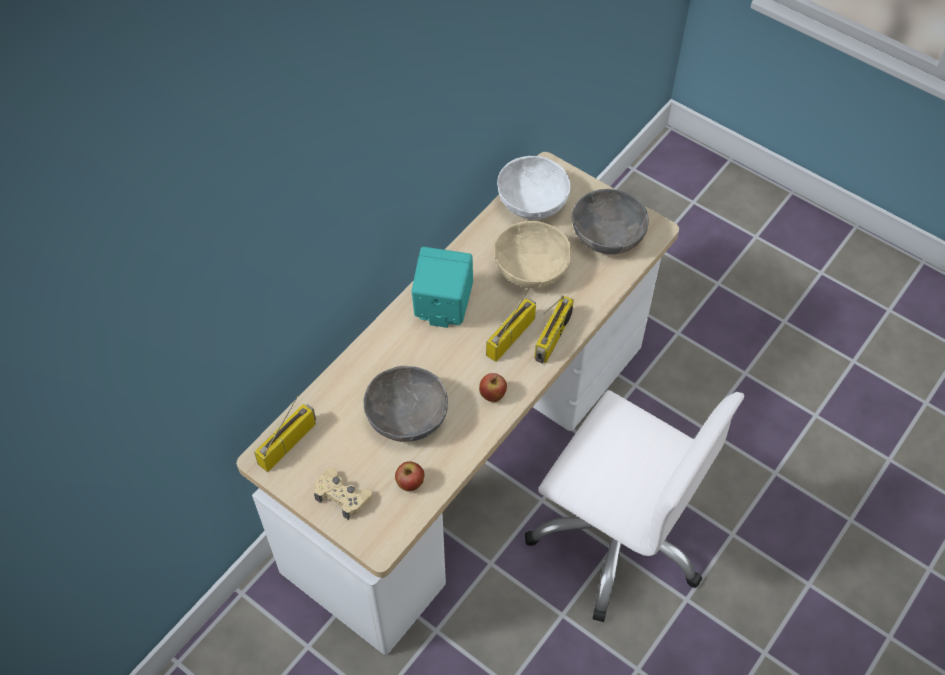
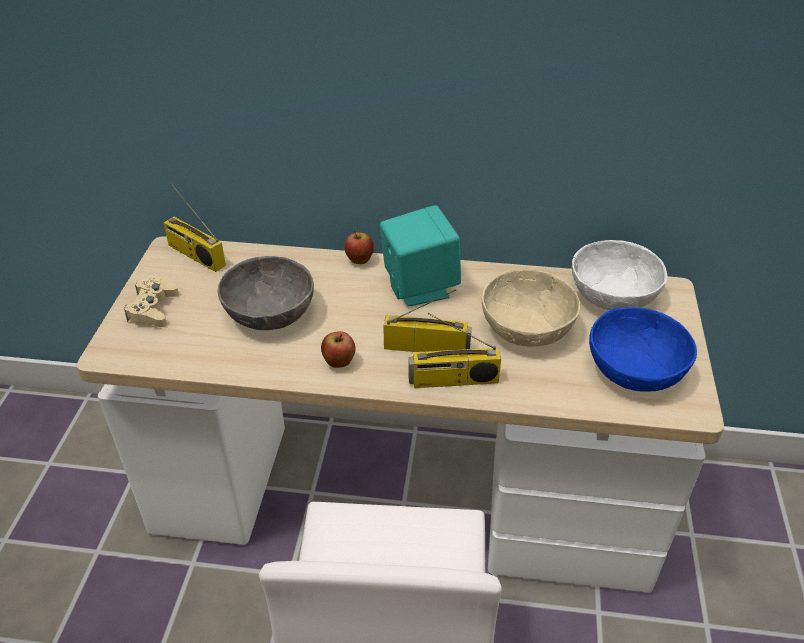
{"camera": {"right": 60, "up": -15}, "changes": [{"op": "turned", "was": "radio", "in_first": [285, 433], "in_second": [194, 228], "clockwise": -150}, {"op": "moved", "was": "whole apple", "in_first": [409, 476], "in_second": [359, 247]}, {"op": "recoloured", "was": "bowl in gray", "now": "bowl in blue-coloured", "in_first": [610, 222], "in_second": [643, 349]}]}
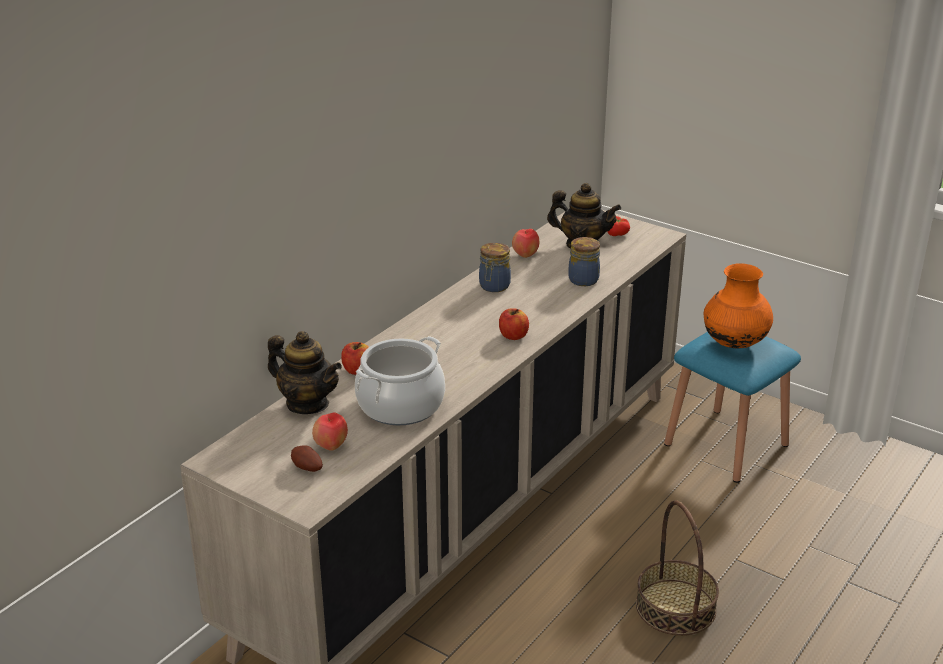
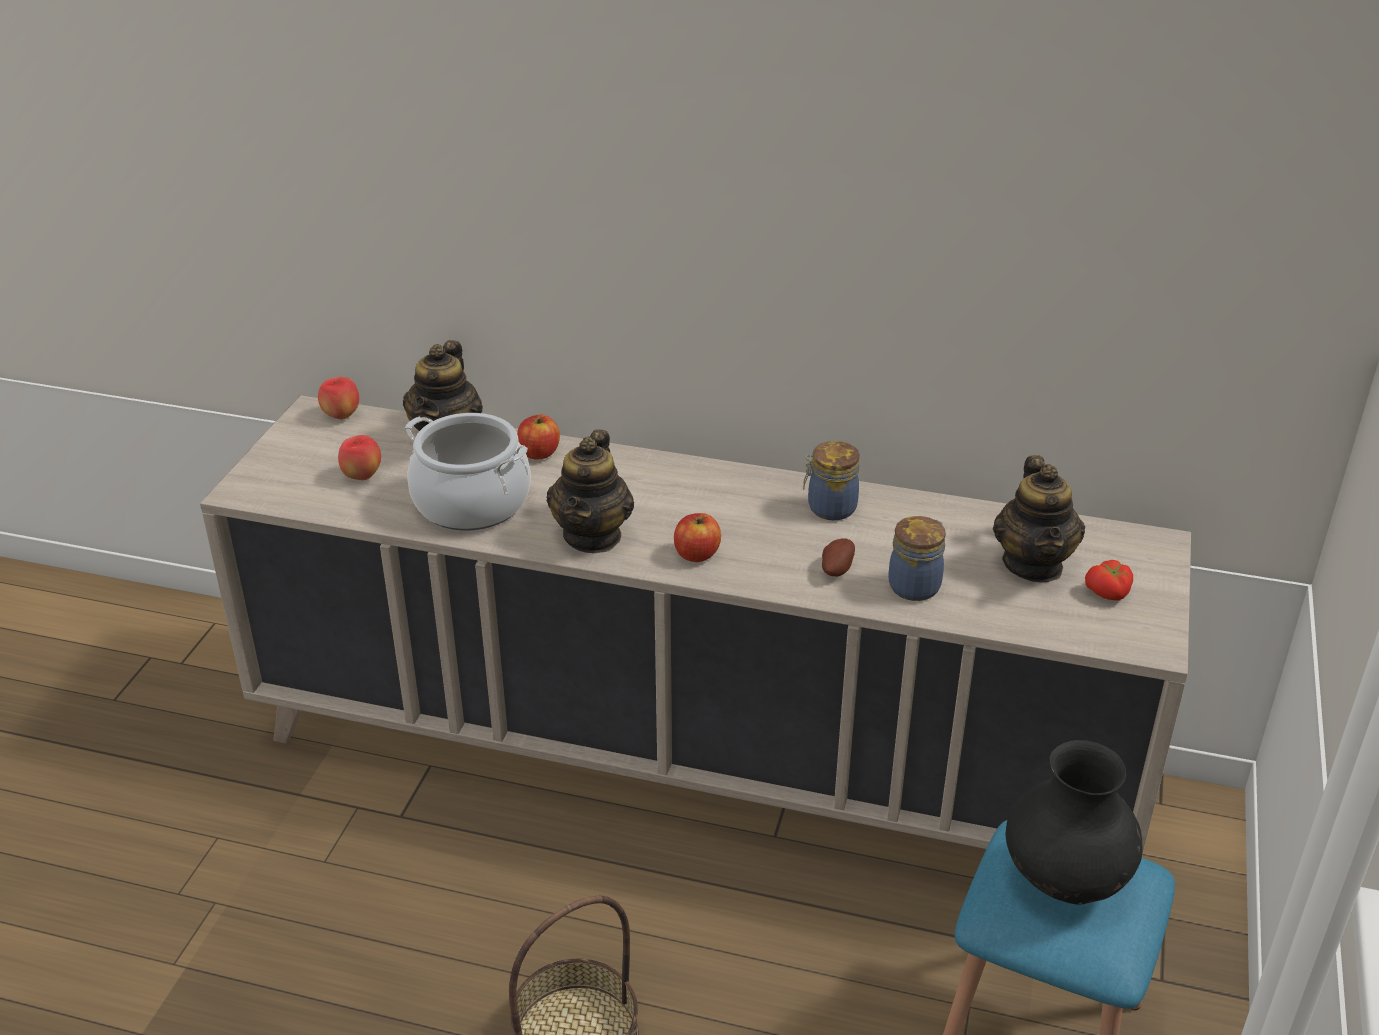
{"camera": {"right": 70, "up": 5}, "changes": [{"op": "moved", "was": "spud", "in_first": [307, 458], "in_second": [838, 557]}, {"op": "moved", "was": "whole apple", "in_first": [525, 243], "in_second": [338, 398]}, {"op": "recoloured", "was": "decorative vase in orangey", "now": "decorative vase in black", "in_first": [738, 305], "in_second": [1074, 822]}, {"op": "added", "now": "pot for tea", "in_second": [590, 491]}]}
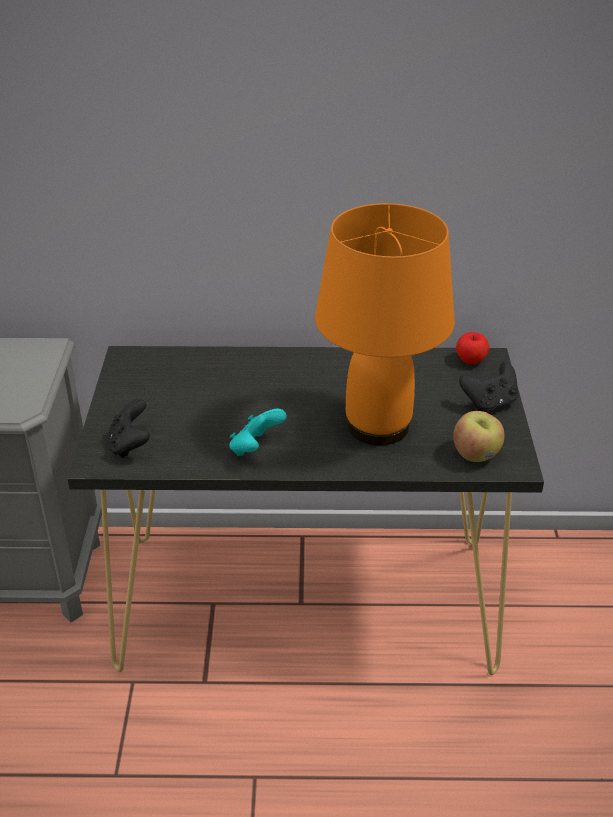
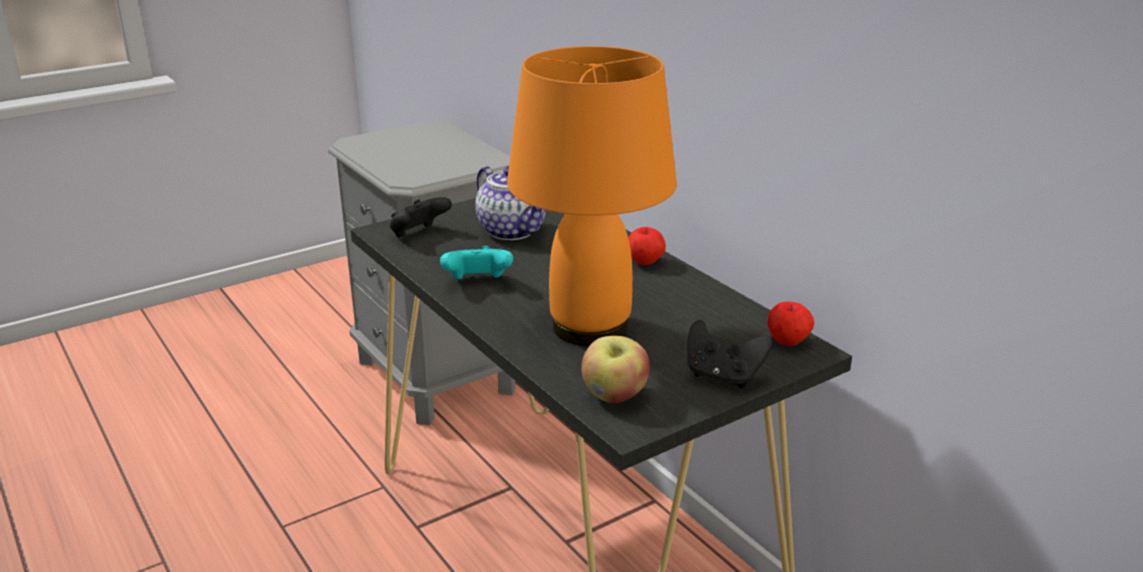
{"camera": {"right": 55, "up": -10}, "changes": [{"op": "added", "now": "pot for tea", "in_second": [511, 203]}, {"op": "added", "now": "whole apple", "in_second": [647, 246]}]}
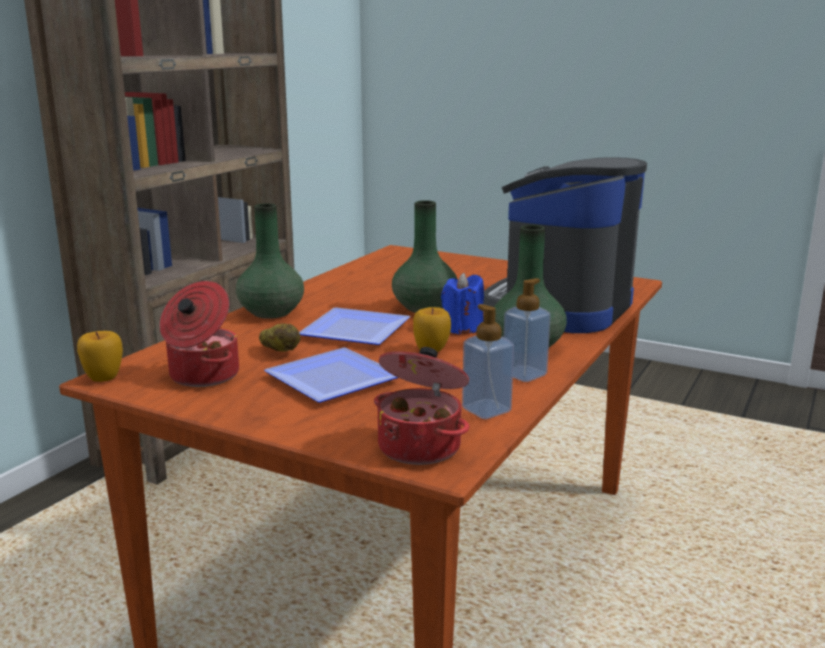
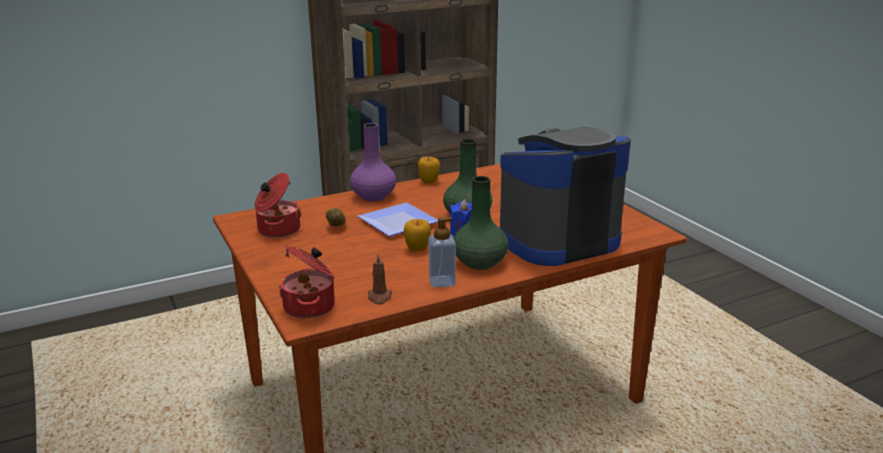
{"camera": {"right": 35, "up": 5}, "changes": [{"op": "moved", "was": "whole apple", "in_first": [100, 356], "in_second": [429, 170]}, {"op": "recoloured", "was": "decorative vase in greenish", "now": "decorative vase in purple", "in_first": [270, 261], "in_second": [373, 162]}, {"op": "removed", "was": "plate", "in_first": [331, 375]}, {"op": "replaced", "was": "liquid soap bottle", "now": "wax candle in brownish", "in_first": [488, 361], "in_second": [380, 279]}]}
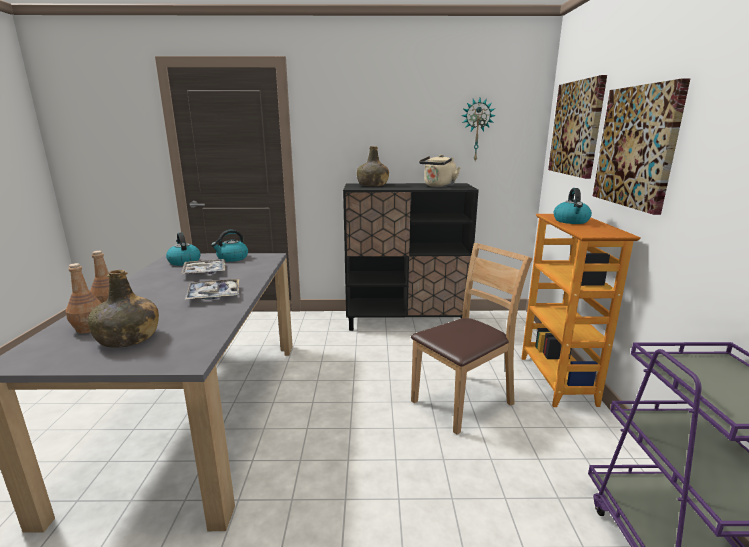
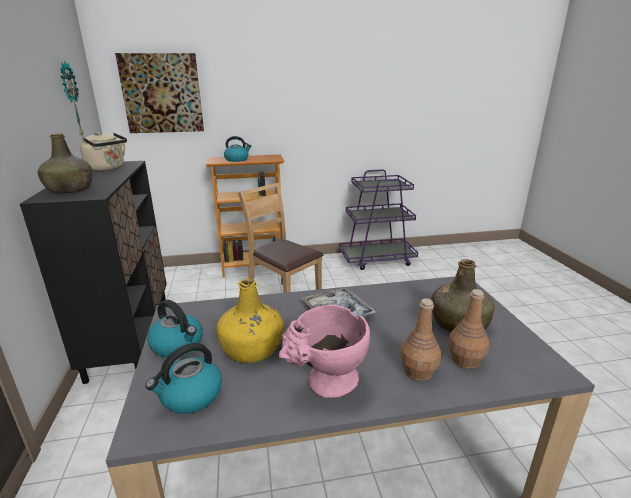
{"camera": {"right": -100, "up": 5}, "changes": [{"op": "replaced", "was": "carrying tray", "now": "bottle in yellowish", "in_first": [203, 267], "in_second": [250, 320]}, {"op": "removed", "was": "wall art", "in_first": [642, 146]}, {"op": "added", "now": "decorative vase in pink", "in_second": [324, 351]}]}
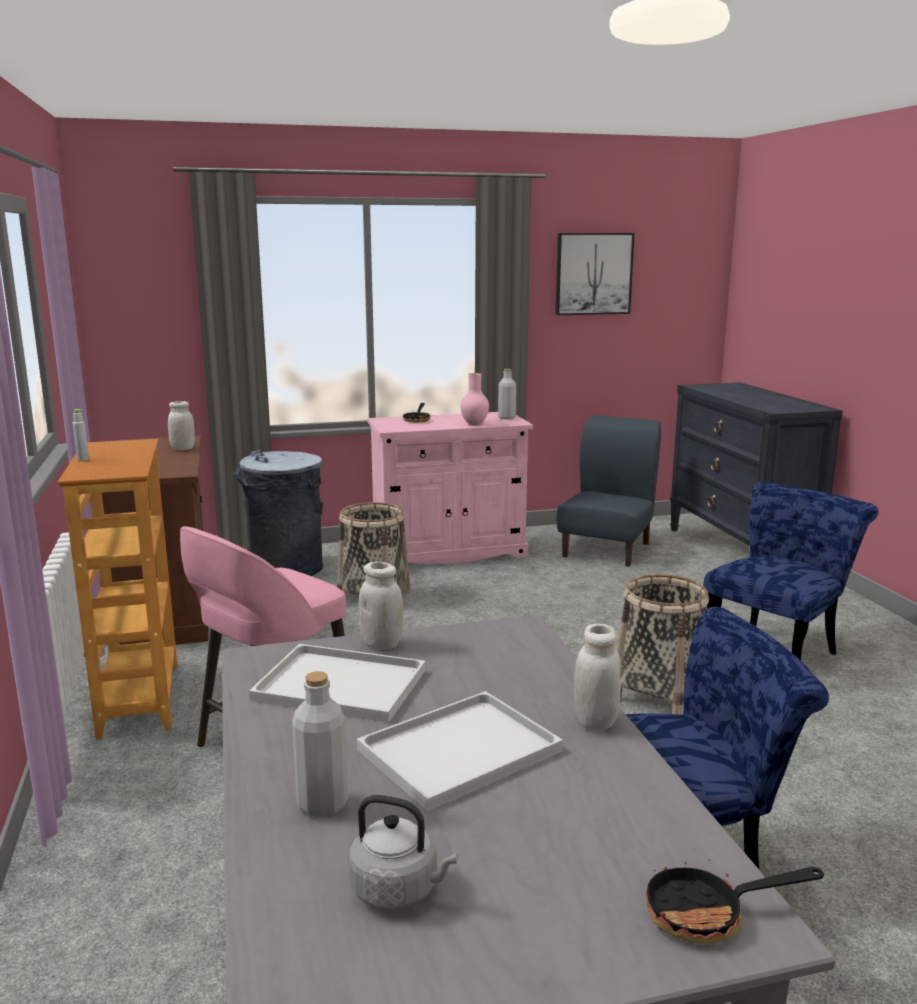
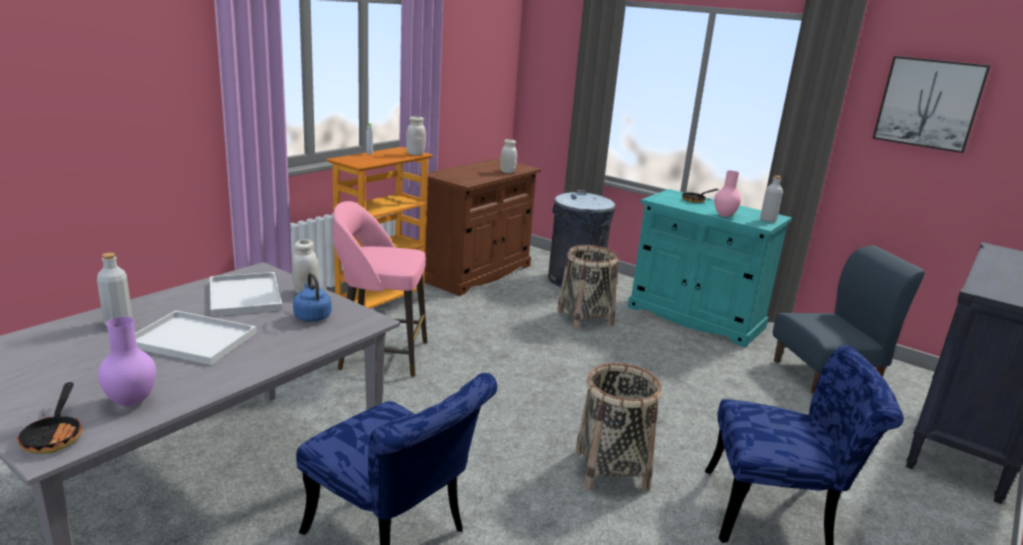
{"camera": {"right": 50, "up": 5}, "changes": [{"op": "removed", "was": "water kettle in gray", "in_first": [403, 852]}, {"op": "recoloured", "was": "cabinet in pink", "now": "cabinet in turquoise-coloured", "in_first": [450, 488], "in_second": [710, 268]}, {"op": "moved", "was": "jar in white", "in_first": [597, 677], "in_second": [416, 136]}, {"op": "turned", "was": "frying pan", "in_first": [735, 896], "in_second": [49, 417], "clockwise": -150}, {"op": "added", "now": "decorative vase in purple", "in_second": [127, 361]}, {"op": "added", "now": "water kettle in blue-coloured", "in_second": [312, 297]}]}
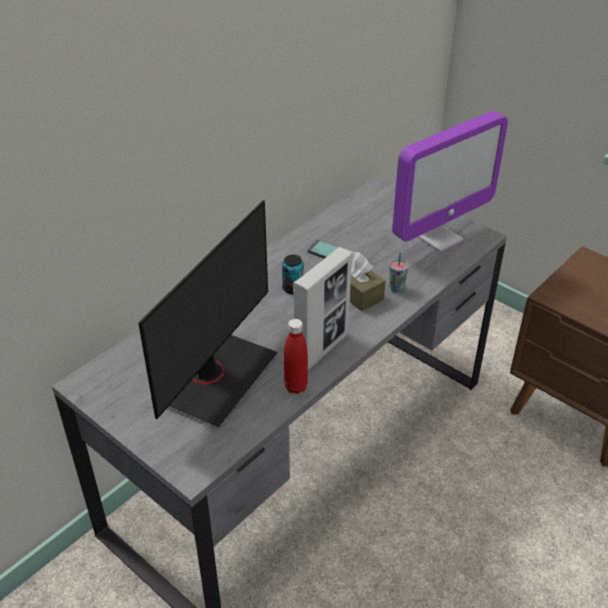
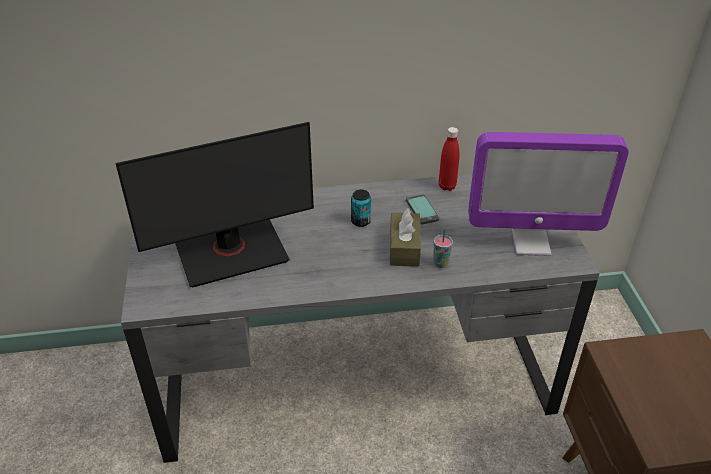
{"camera": {"right": 40, "up": 0}, "changes": [{"op": "moved", "was": "bottle in reddish", "in_first": [296, 356], "in_second": [449, 159]}, {"op": "removed", "was": "picture frame", "in_first": [322, 308]}]}
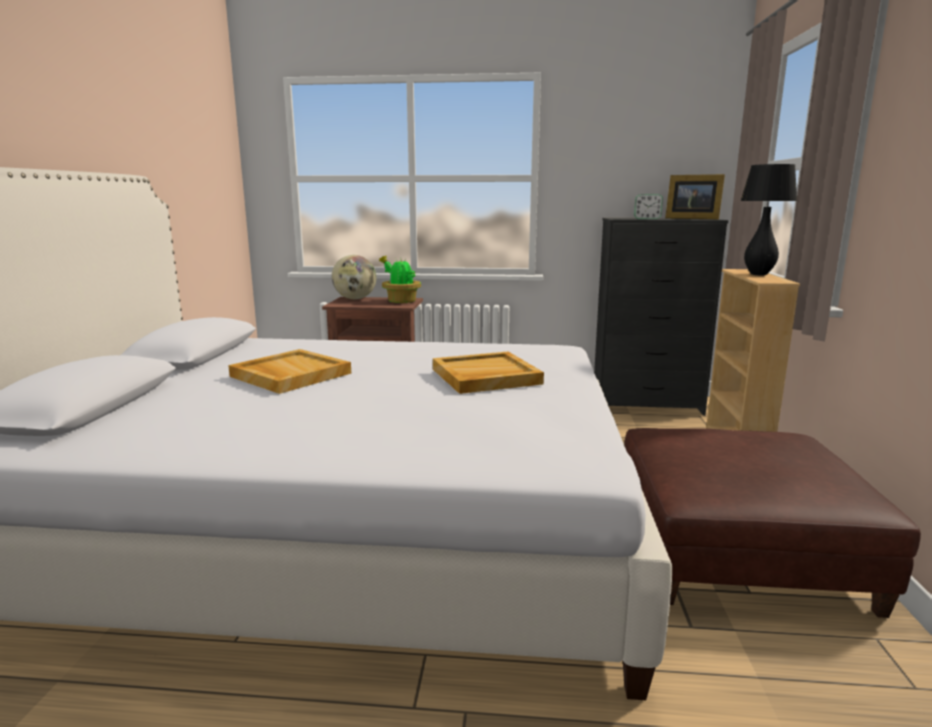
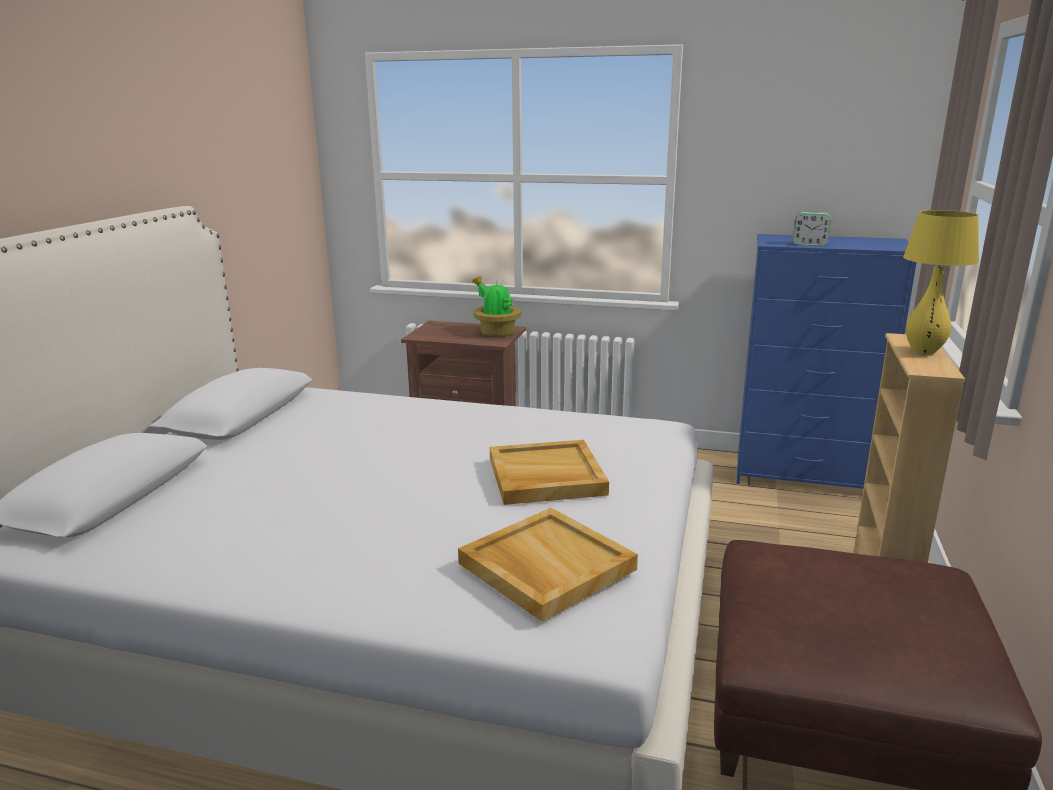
{"camera": {"right": 10, "up": 5}, "changes": [{"op": "moved", "was": "carrying tray in beige", "in_first": [289, 371], "in_second": [548, 565]}, {"op": "removed", "was": "globe", "in_first": [354, 277]}, {"op": "recoloured", "was": "dresser in black", "now": "dresser in blue-coloured", "in_first": [661, 317], "in_second": [827, 361]}, {"op": "removed", "was": "picture frame", "in_first": [695, 196]}, {"op": "recoloured", "was": "tabletop lamp in black", "now": "tabletop lamp in yellowish", "in_first": [768, 219], "in_second": [941, 282]}]}
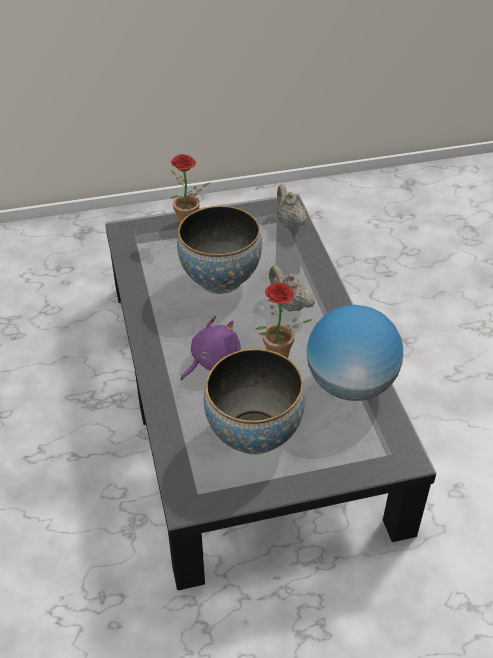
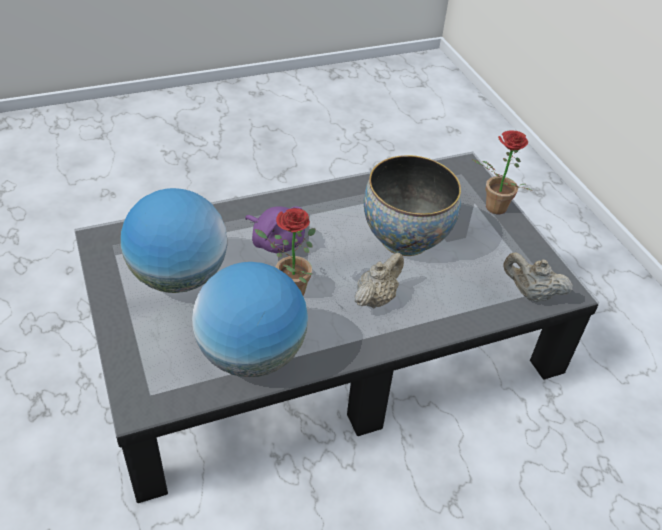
{"camera": {"right": 80, "up": 0}, "changes": [{"op": "replaced", "was": "bowl", "now": "globe", "in_first": [254, 402], "in_second": [174, 240]}, {"op": "turned", "was": "pot for tea in beige", "in_first": [291, 206], "in_second": [538, 277], "clockwise": -120}]}
